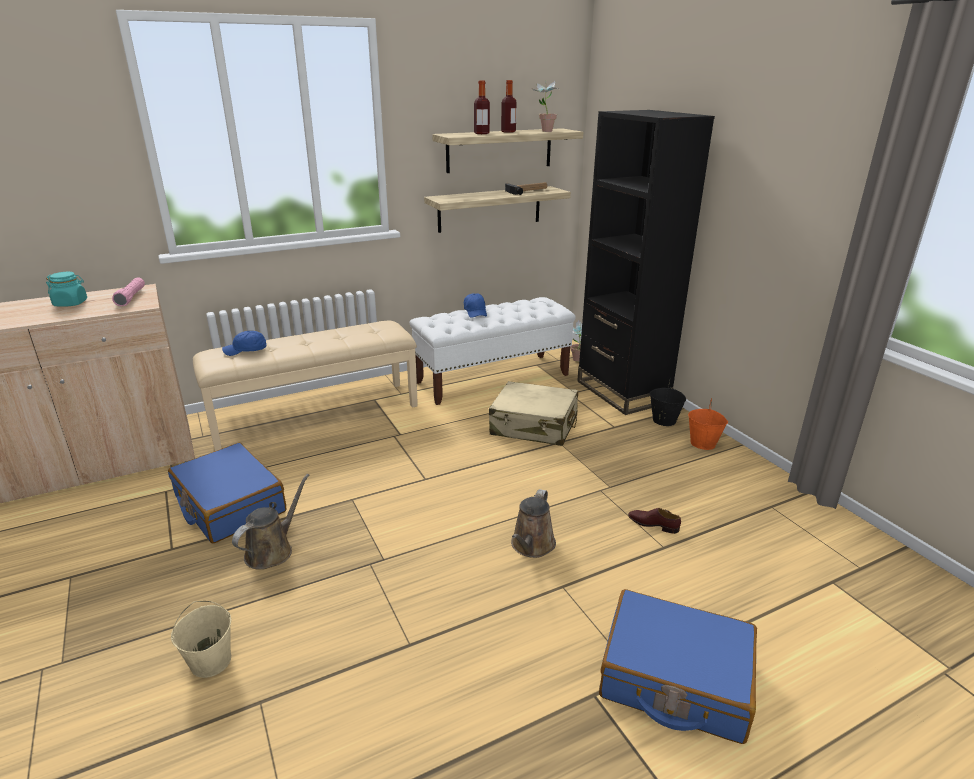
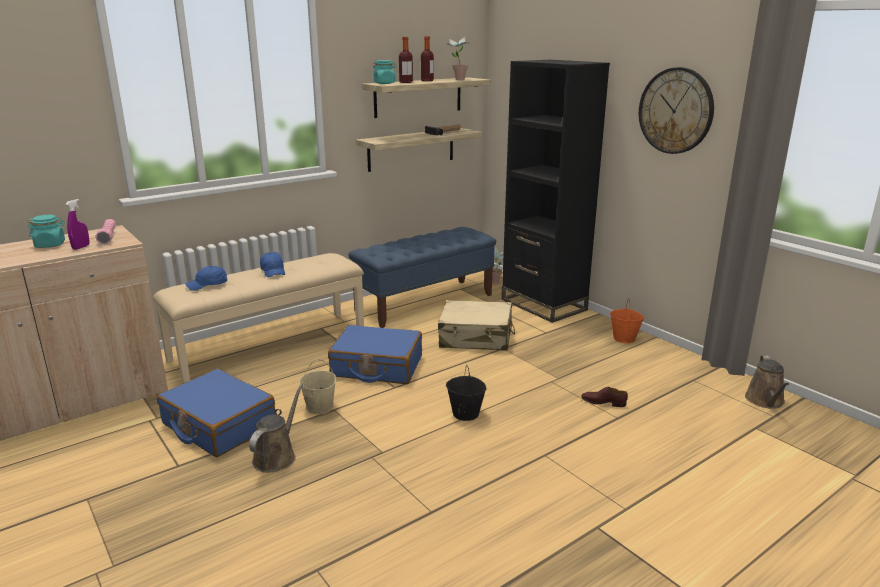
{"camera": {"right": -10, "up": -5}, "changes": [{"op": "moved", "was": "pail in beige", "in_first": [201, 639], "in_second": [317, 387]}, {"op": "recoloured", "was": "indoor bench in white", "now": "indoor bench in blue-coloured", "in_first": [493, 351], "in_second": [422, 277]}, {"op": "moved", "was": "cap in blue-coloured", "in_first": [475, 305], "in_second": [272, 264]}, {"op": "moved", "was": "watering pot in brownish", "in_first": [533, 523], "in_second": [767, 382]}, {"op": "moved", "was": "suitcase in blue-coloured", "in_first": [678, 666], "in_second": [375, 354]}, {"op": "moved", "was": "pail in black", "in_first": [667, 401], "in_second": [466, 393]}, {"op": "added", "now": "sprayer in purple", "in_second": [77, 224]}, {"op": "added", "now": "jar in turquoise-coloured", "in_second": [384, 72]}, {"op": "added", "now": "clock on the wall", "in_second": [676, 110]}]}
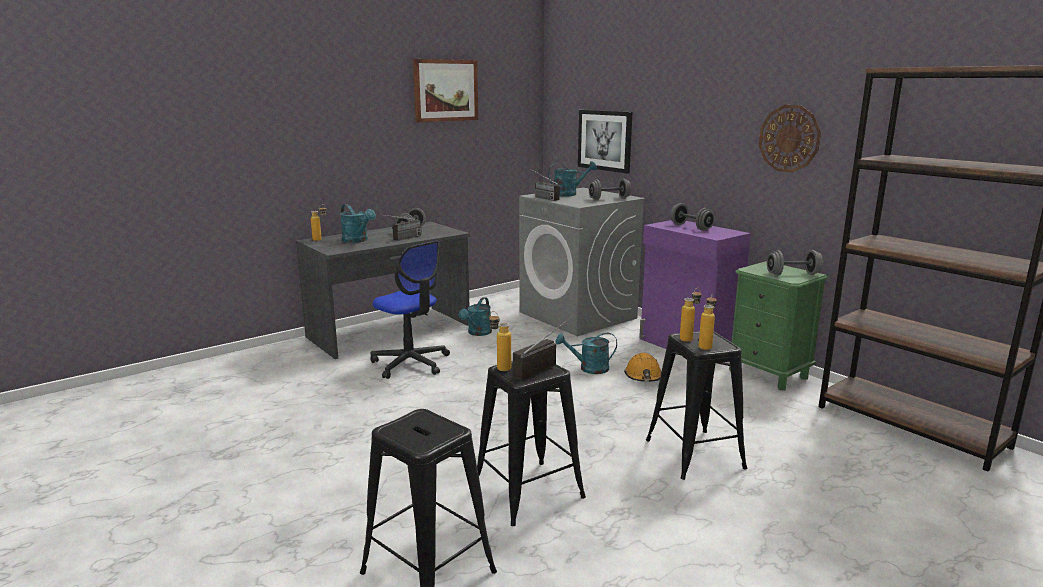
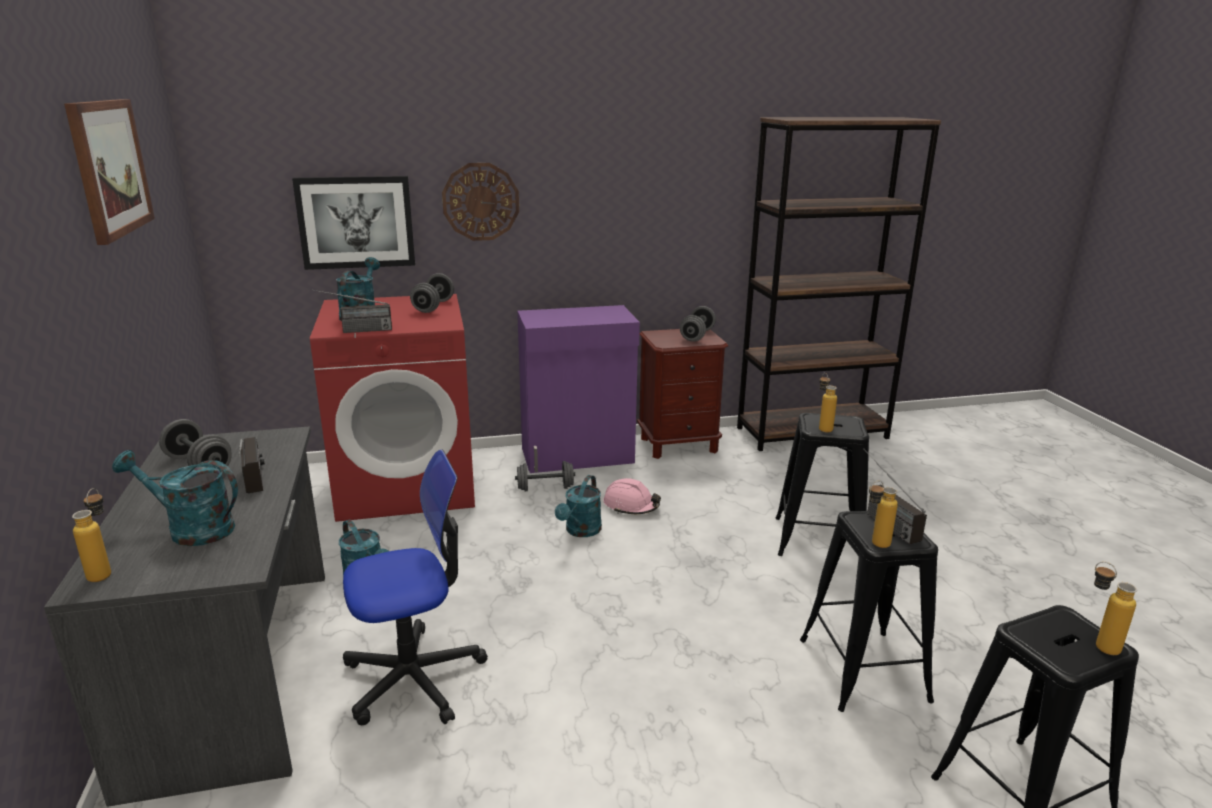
{"camera": {"right": -65, "up": 5}, "changes": [{"op": "turned", "was": "watering pot in turquoise-coloured", "in_first": [358, 223], "in_second": [175, 498], "clockwise": -150}, {"op": "recoloured", "was": "washing machine in gray", "now": "washing machine in reddish", "in_first": [582, 262], "in_second": [392, 408]}, {"op": "recoloured", "was": "safety helmet in orangey", "now": "safety helmet in pink", "in_first": [643, 367], "in_second": [632, 496]}, {"op": "moved", "was": "free weight in gray", "in_first": [692, 217], "in_second": [545, 476]}, {"op": "moved", "was": "bottle", "in_first": [708, 321], "in_second": [1115, 608]}, {"op": "recoloured", "was": "nightstand in greenish", "now": "nightstand in brownish", "in_first": [778, 325], "in_second": [682, 394]}, {"op": "moved", "was": "clock on the wall", "in_first": [790, 139], "in_second": [480, 202]}]}
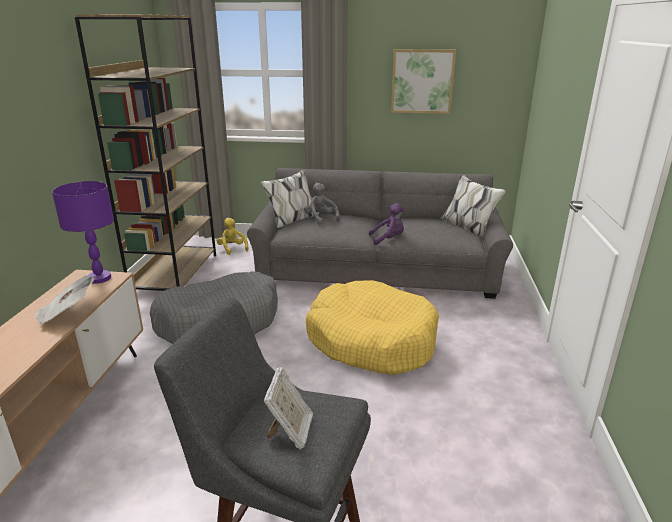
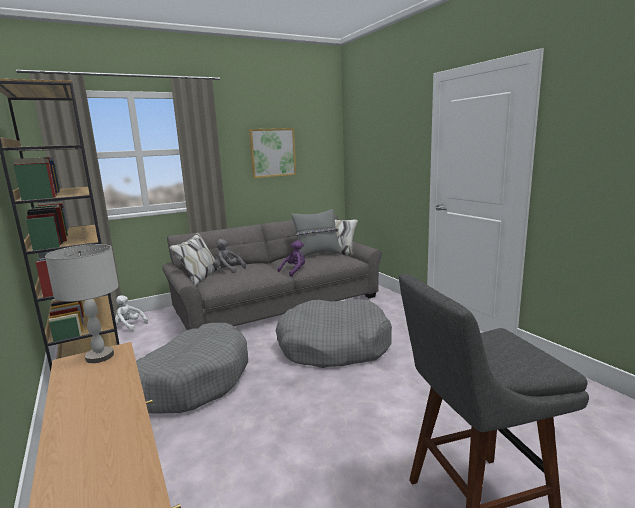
{"camera": {"right": -35, "up": -10}, "changes": [{"op": "removed", "was": "daily paper", "in_first": [64, 300]}, {"op": "recoloured", "was": "tabletop lamp in purple", "now": "tabletop lamp in gray", "in_first": [83, 232], "in_second": [82, 303]}, {"op": "recoloured", "was": "soft toy in yellowish", "now": "soft toy in white", "in_first": [232, 236], "in_second": [131, 313]}, {"op": "removed", "was": "picture frame", "in_first": [288, 408]}, {"op": "recoloured", "was": "pet bed in yellowish", "now": "pet bed in gray", "in_first": [372, 327], "in_second": [334, 333]}, {"op": "added", "now": "pillow in gray", "in_second": [316, 233]}]}
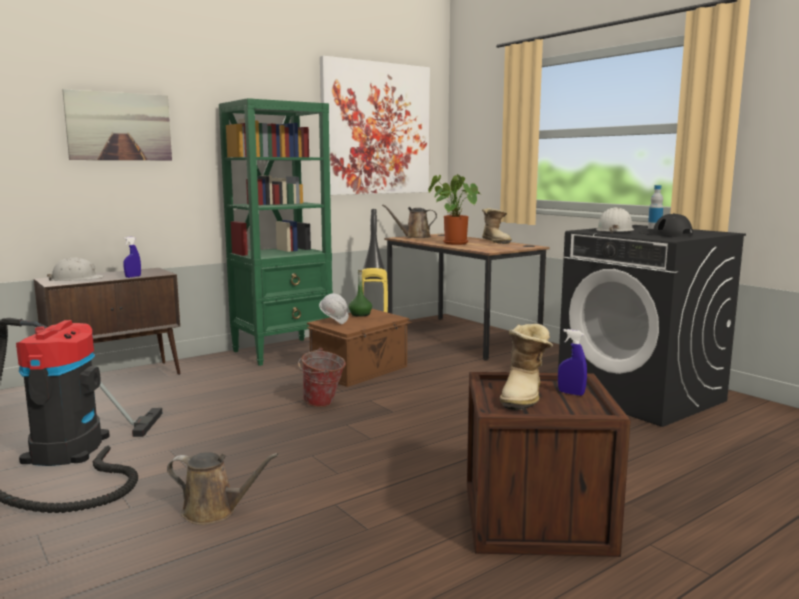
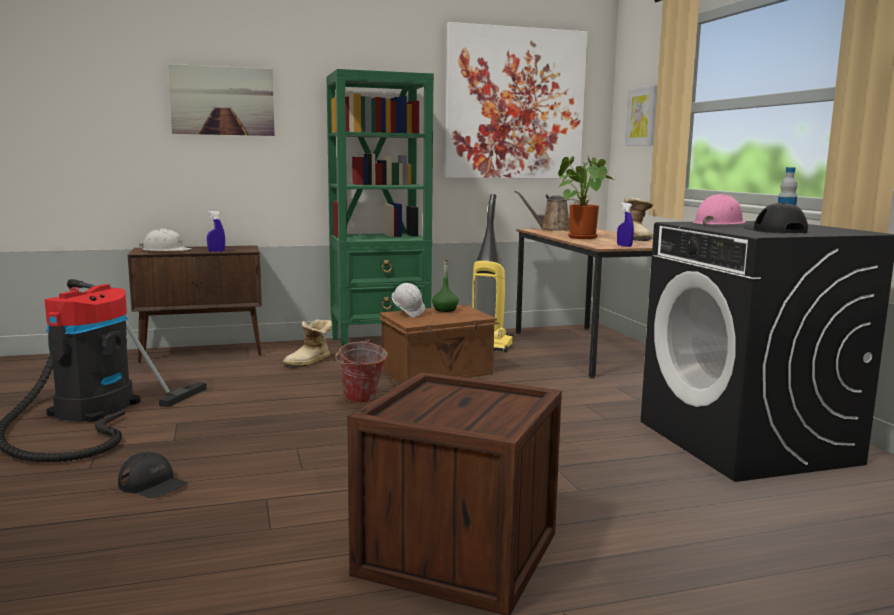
{"camera": {"right": 20, "up": 0}, "changes": [{"op": "replaced", "was": "watering pot in brownish", "now": "cap in black", "in_first": [223, 488], "in_second": [153, 475]}, {"op": "moved", "was": "high-top boot", "in_first": [526, 367], "in_second": [307, 343]}, {"op": "moved", "was": "sprayer in blue-coloured", "in_first": [572, 362], "in_second": [625, 225]}, {"op": "recoloured", "was": "safety helmet in white", "now": "safety helmet in pink", "in_first": [615, 220], "in_second": [719, 210]}, {"op": "added", "now": "wall art", "in_second": [641, 115]}]}
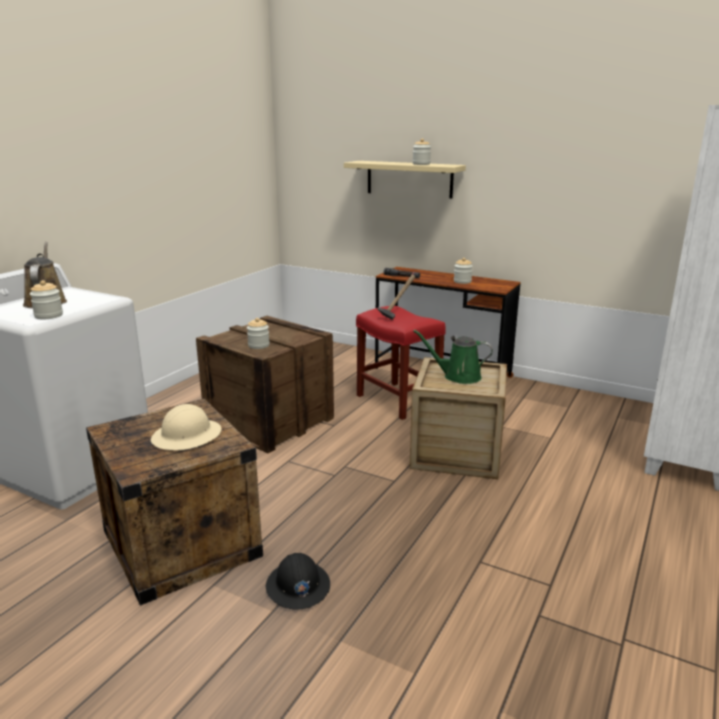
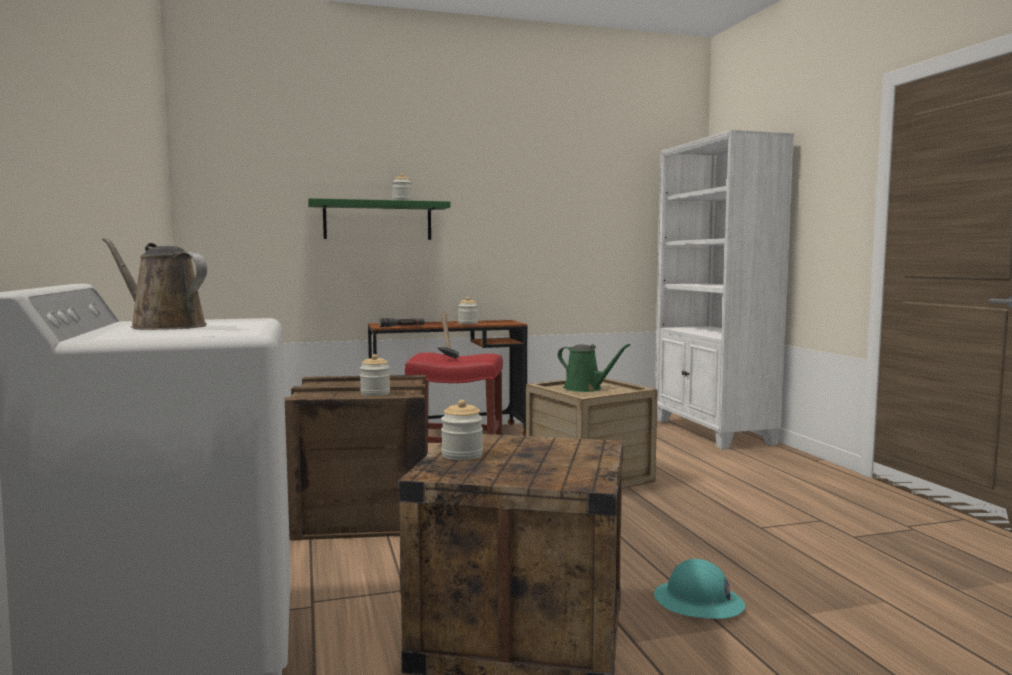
{"camera": {"right": -45, "up": -15}, "changes": [{"op": "moved", "was": "jar", "in_first": [46, 299], "in_second": [462, 430]}, {"op": "removed", "was": "safety helmet in beige", "in_first": [186, 427]}, {"op": "recoloured", "was": "safety helmet in black", "now": "safety helmet in turquoise-coloured", "in_first": [298, 581], "in_second": [699, 589]}, {"op": "recoloured", "was": "wall shelf in beige", "now": "wall shelf in greenish", "in_first": [405, 180], "in_second": [379, 219]}, {"op": "turned", "was": "watering pot in greenish", "in_first": [453, 357], "in_second": [594, 368], "clockwise": -105}]}
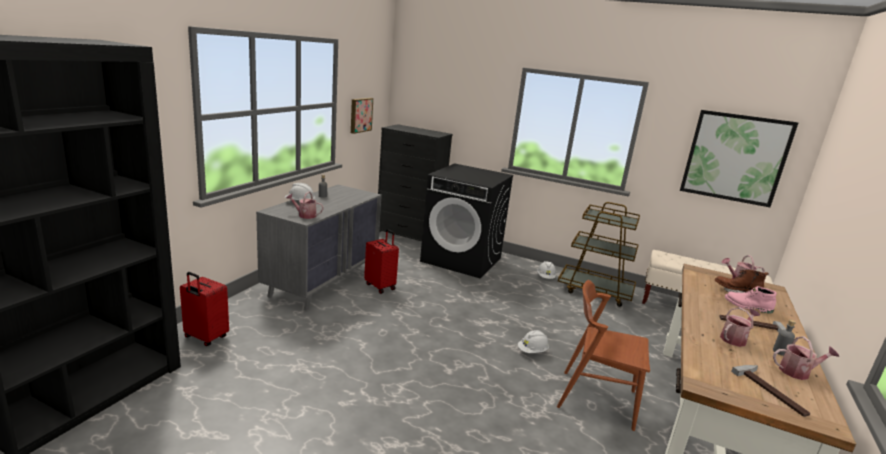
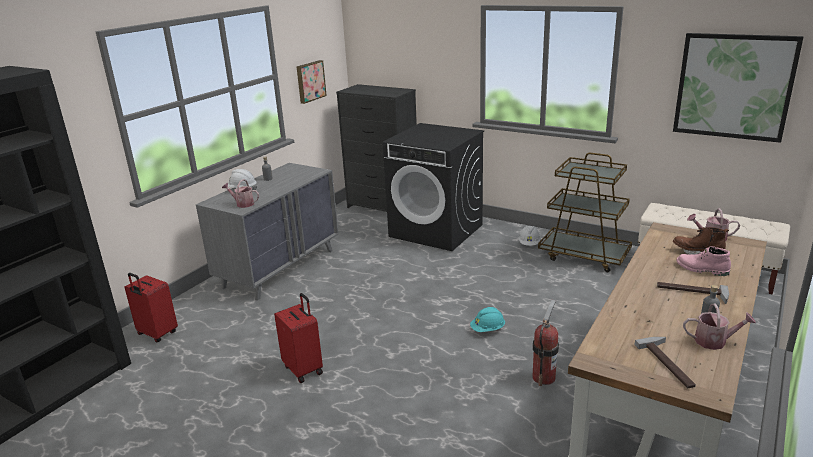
{"camera": {"right": 10, "up": 5}, "changes": [{"op": "moved", "was": "suitcase in reddish", "in_first": [381, 261], "in_second": [298, 338]}, {"op": "recoloured", "was": "safety helmet in white", "now": "safety helmet in turquoise-coloured", "in_first": [533, 341], "in_second": [487, 319]}, {"op": "replaced", "was": "upright chair in brownish", "now": "extinguisher", "in_first": [603, 355], "in_second": [545, 343]}, {"op": "removed", "was": "watering pot", "in_first": [740, 327]}]}
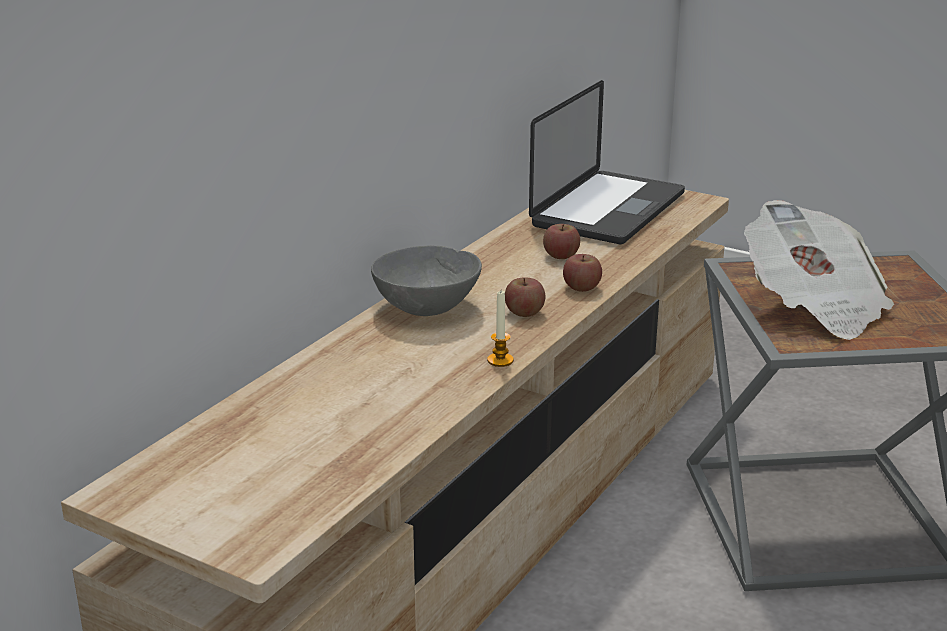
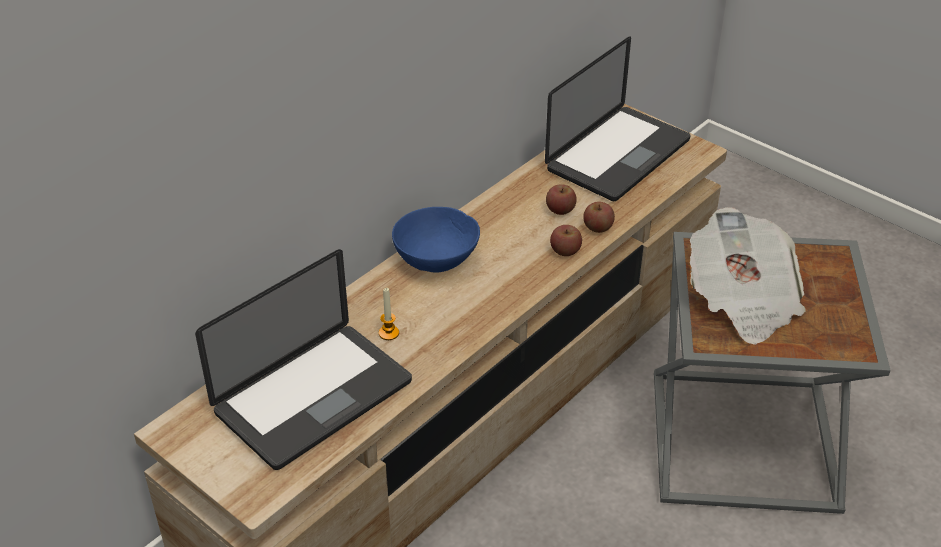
{"camera": {"right": 10, "up": 15}, "changes": [{"op": "recoloured", "was": "bowl in gray", "now": "bowl in blue-coloured", "in_first": [426, 280], "in_second": [436, 240]}, {"op": "moved", "was": "wax candle", "in_first": [500, 329], "in_second": [389, 314]}, {"op": "moved", "was": "whole apple", "in_first": [525, 297], "in_second": [599, 217]}, {"op": "added", "now": "notebook computer", "in_second": [303, 359]}]}
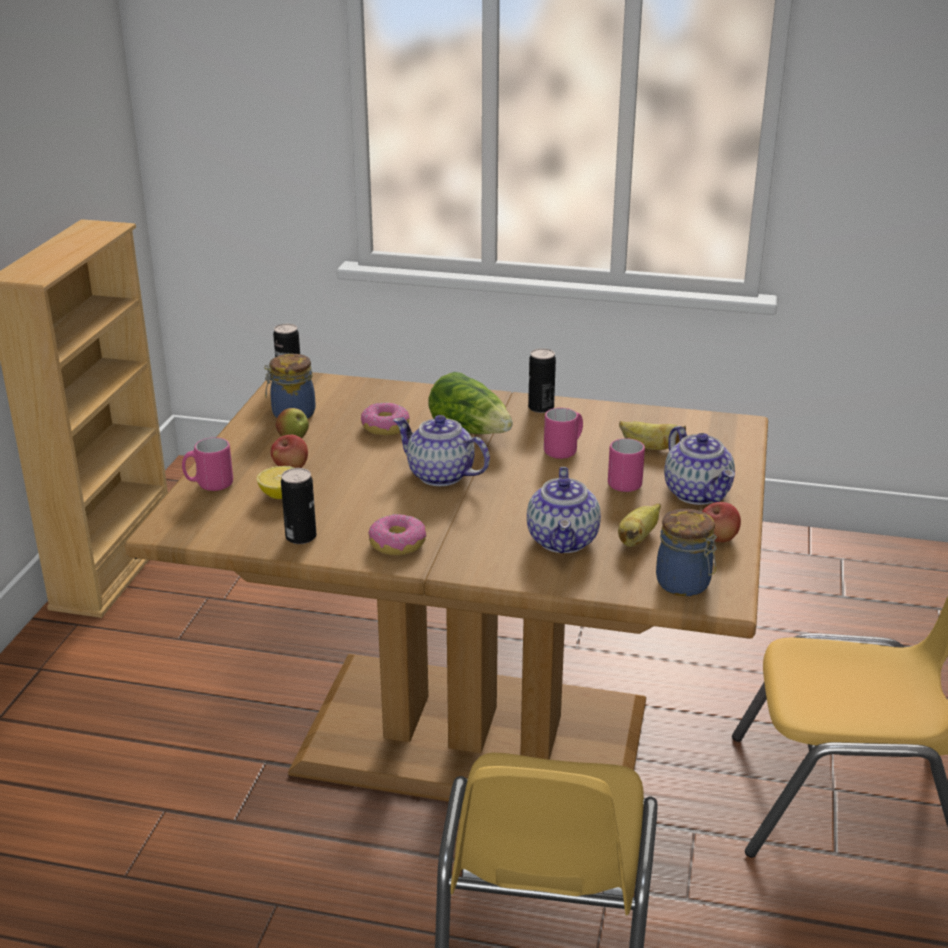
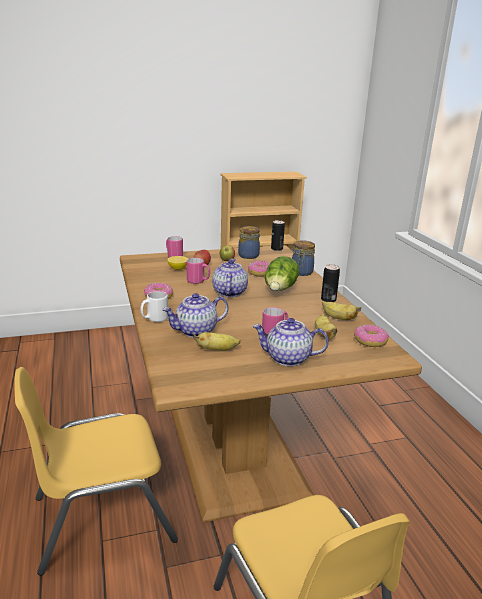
{"camera": {"right": 60, "up": -5}, "changes": [{"op": "removed", "was": "sealed can", "in_first": [298, 506]}, {"op": "moved", "was": "mug in pink", "in_first": [563, 433], "in_second": [198, 271]}, {"op": "moved", "was": "jar", "in_first": [686, 552], "in_second": [303, 258]}, {"op": "turned", "was": "pot for tea", "in_first": [699, 465], "in_second": [291, 342], "clockwise": 60}, {"op": "removed", "was": "whole apple", "in_first": [721, 522]}, {"op": "added", "now": "mug in white", "in_second": [154, 306]}, {"op": "added", "now": "whole banana", "in_second": [341, 310]}, {"op": "added", "now": "ring doughnut", "in_second": [371, 335]}]}
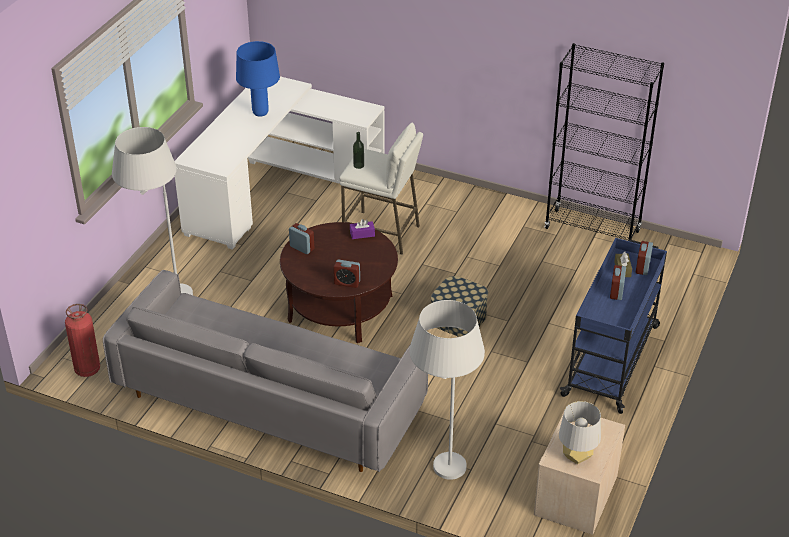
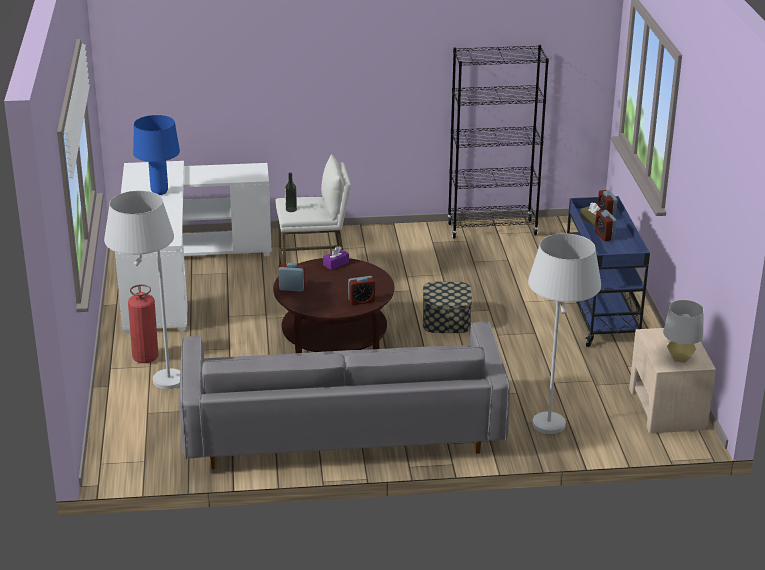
{"camera": {"right": -30, "up": -10}, "changes": [{"op": "moved", "was": "extinguisher", "in_first": [82, 340], "in_second": [143, 323]}]}
